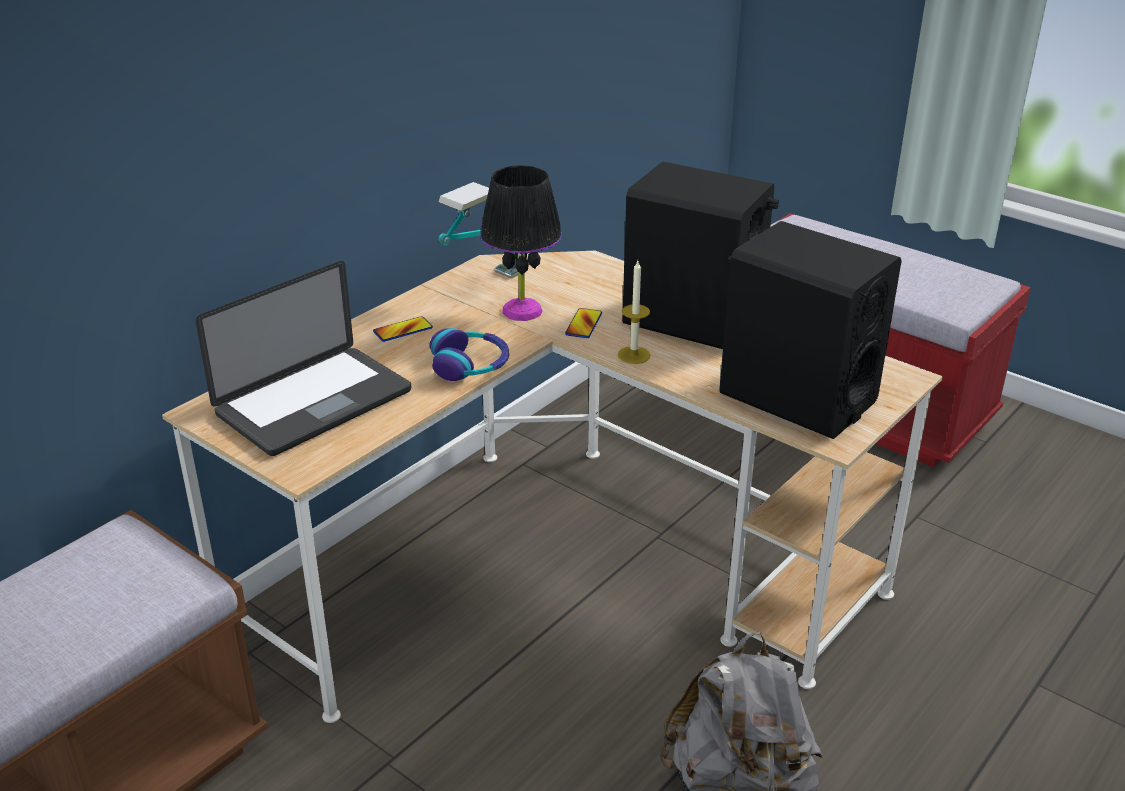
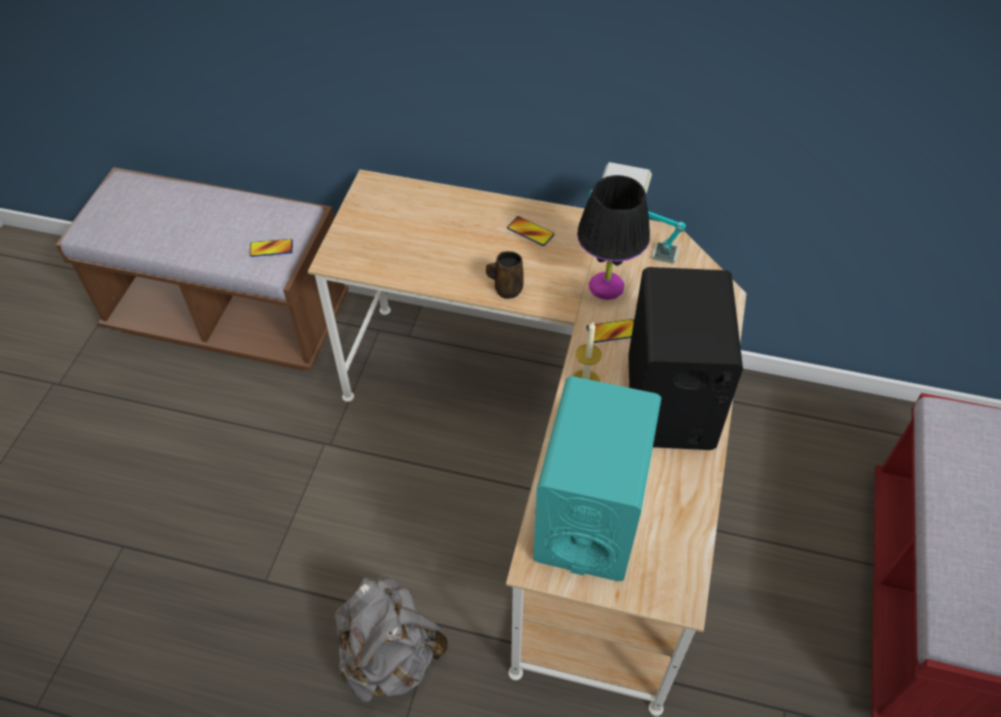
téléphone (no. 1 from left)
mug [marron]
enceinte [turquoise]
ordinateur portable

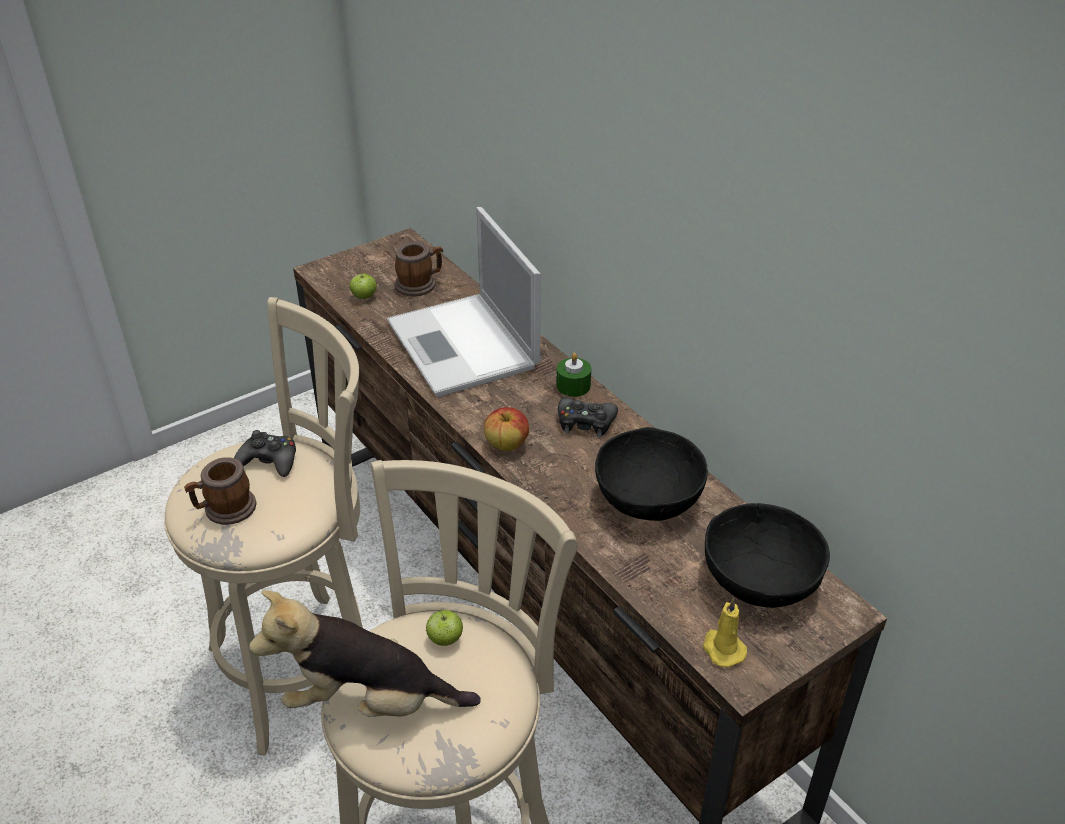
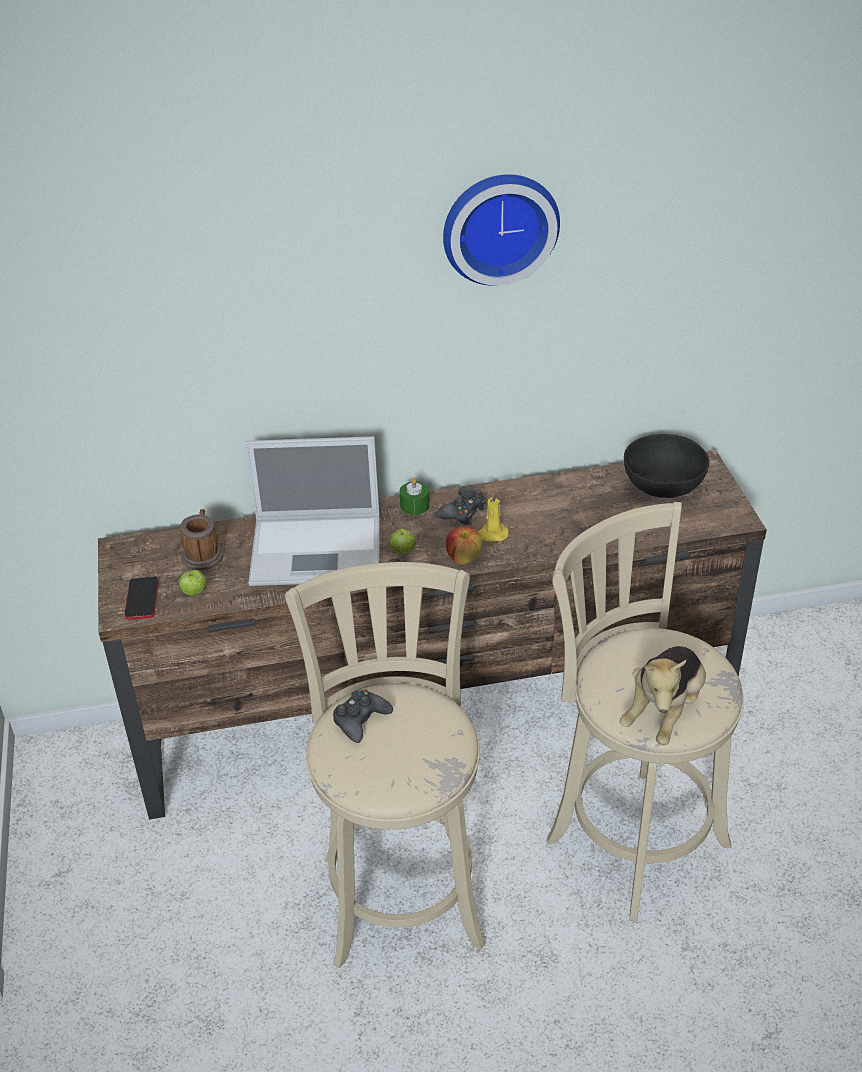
téléphone
pomme (no. 2 from left)
horloge murale
bougie [jaune]
mug (no. 1 from left in the first image)
bol [noir] (no. 1 from left in the first image)

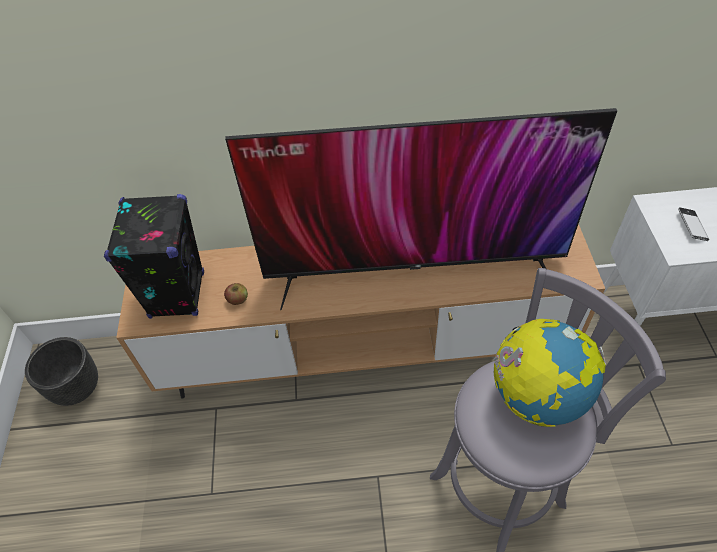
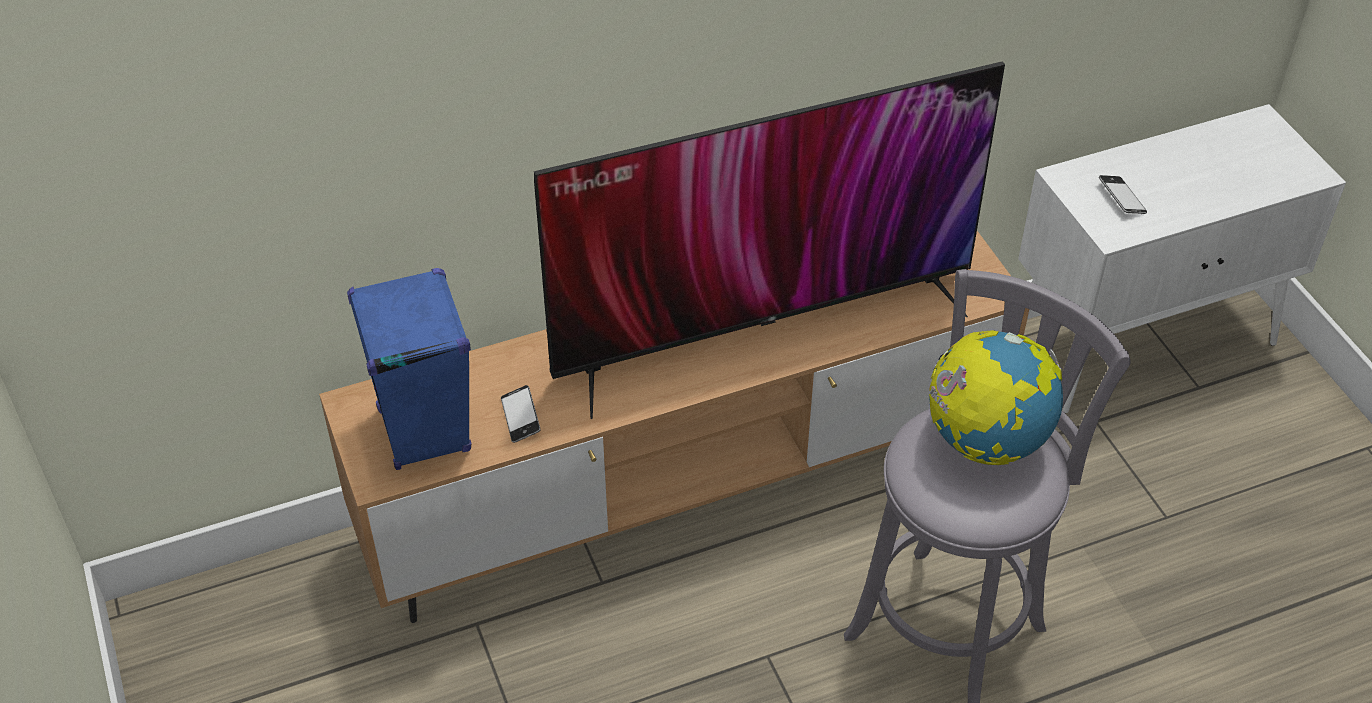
enceinte [bleu]
téléphone (no. 1 from left)
cache-pot [noir]

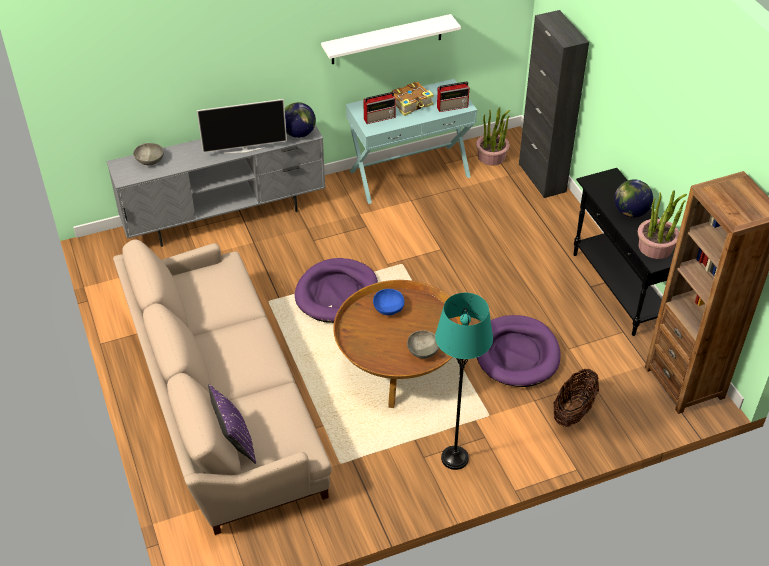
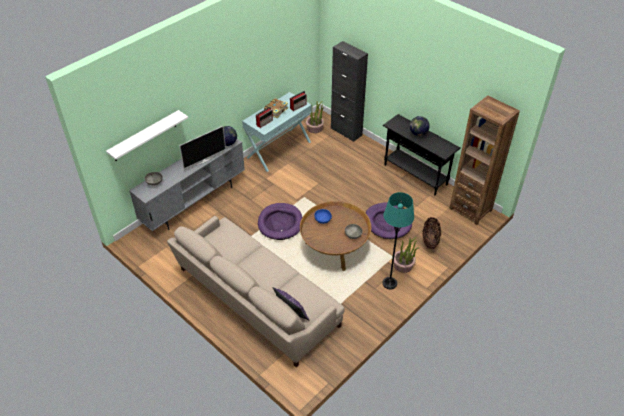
étagère [blanc]
plante en pot (no. 2 from left)

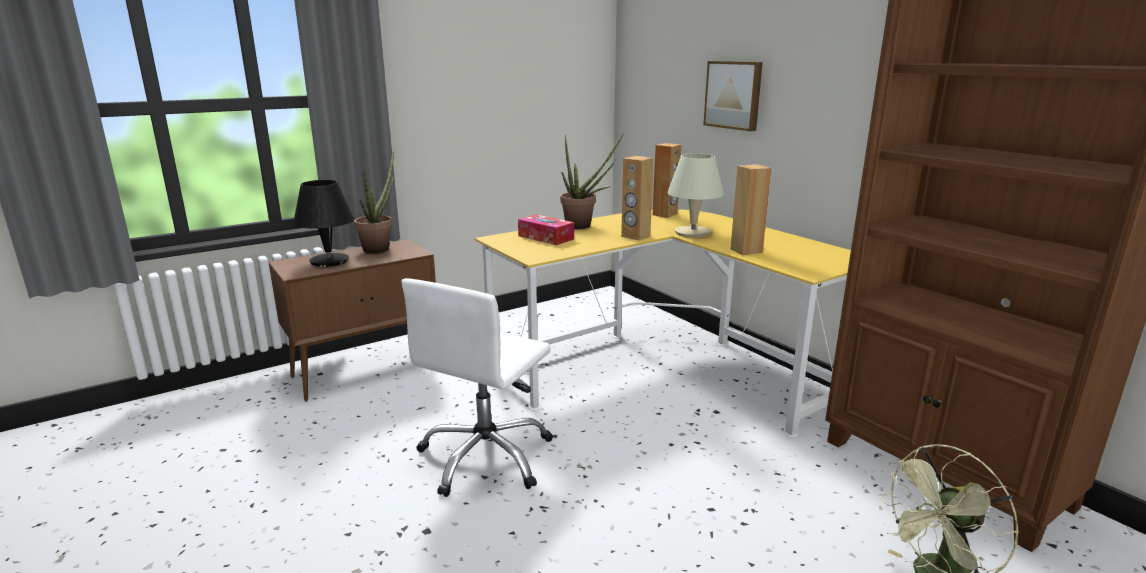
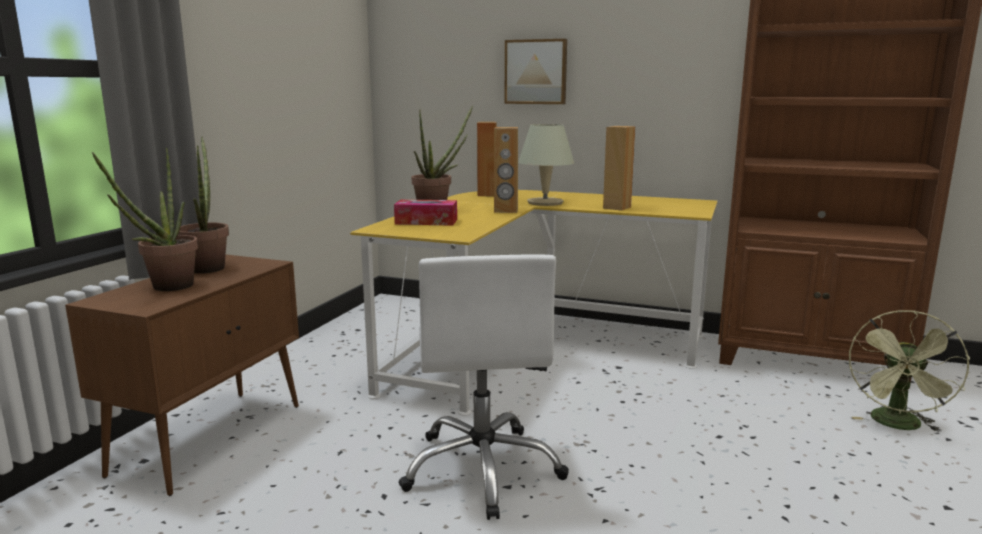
plante en pot (no. 1 from left)

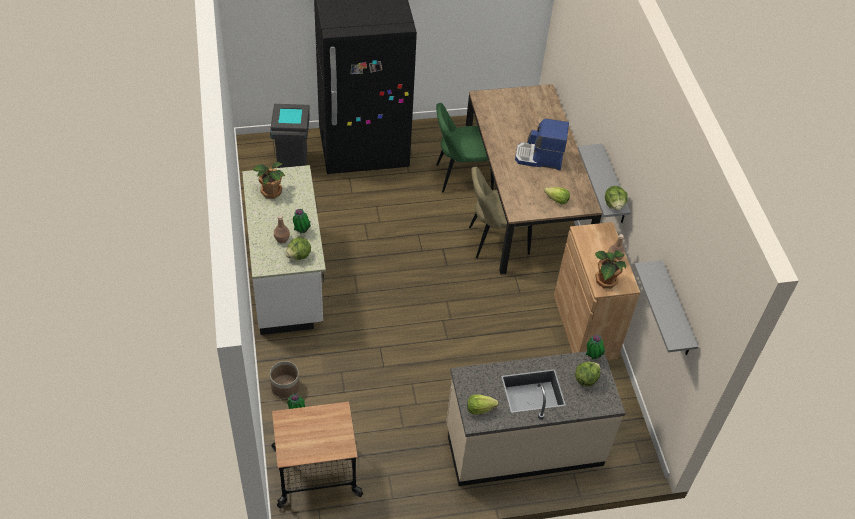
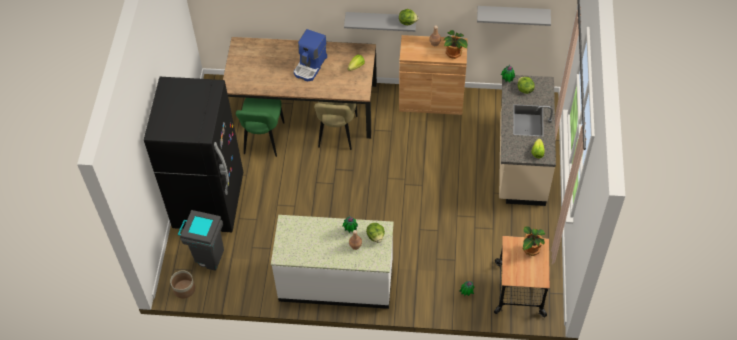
cache-pot
plante en pot (no. 5 from left)

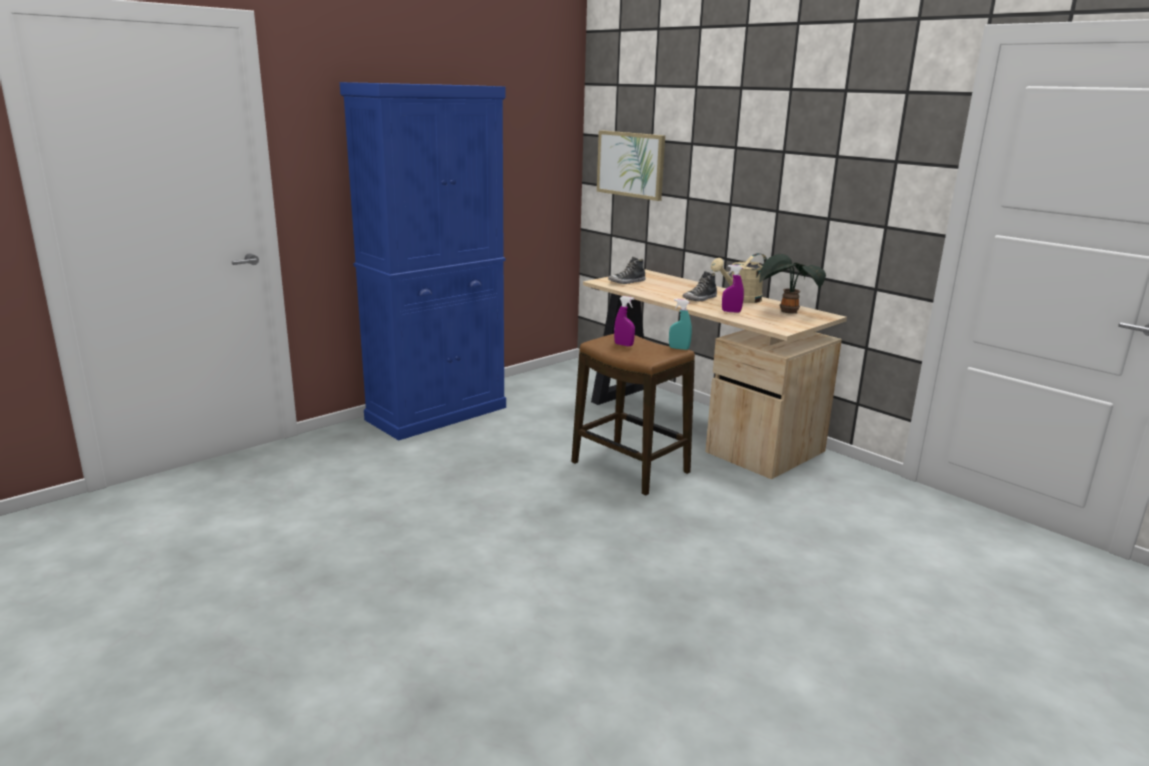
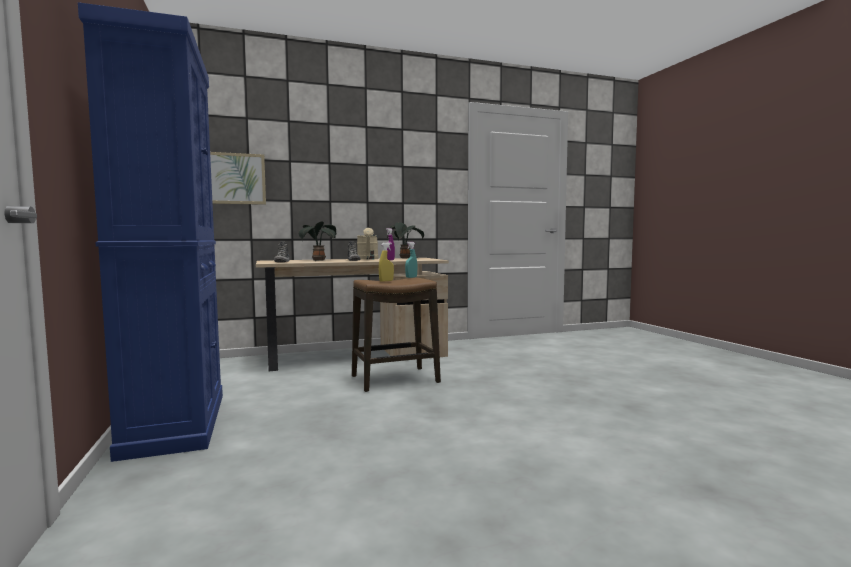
plante en pot (no. 1 from left)
vaporisateur [jaune]

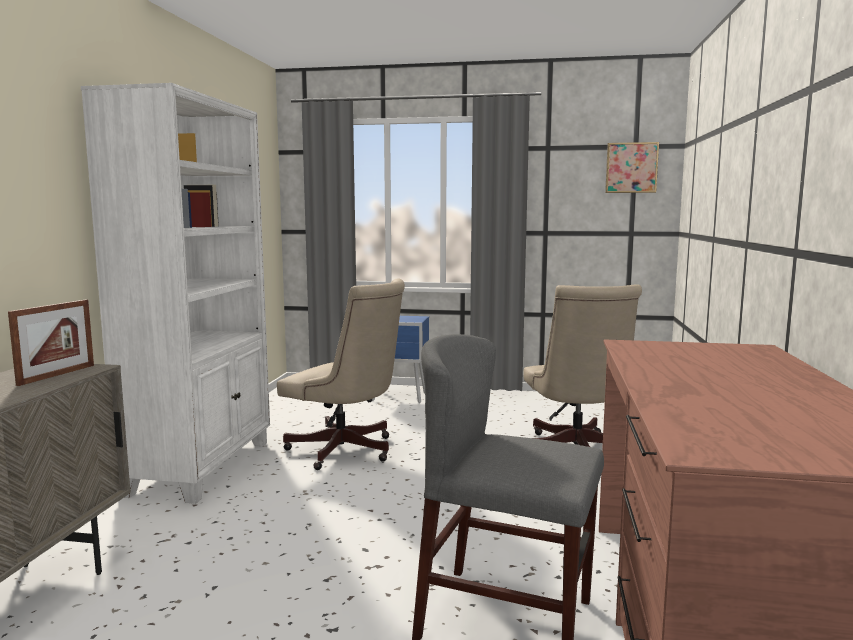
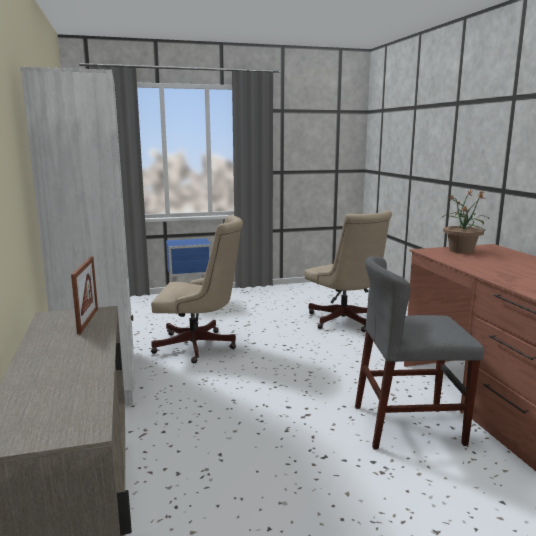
plante en pot
tableau

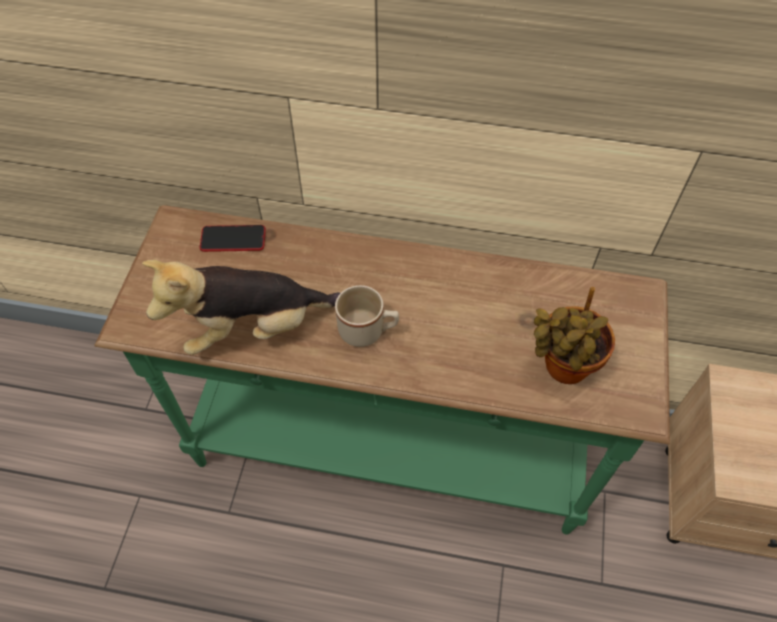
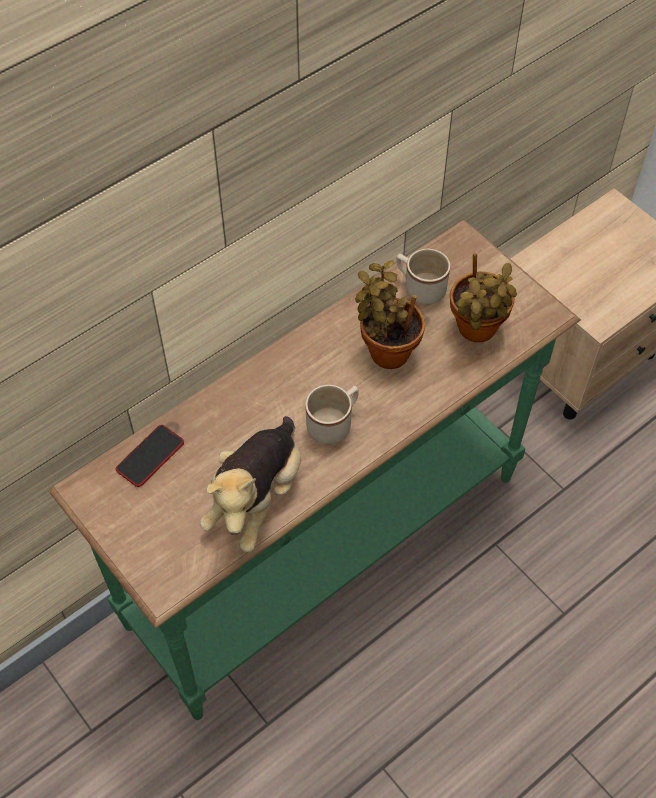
plante en pot (no. 1 from left)
mug [beige] (no. 2 from left)

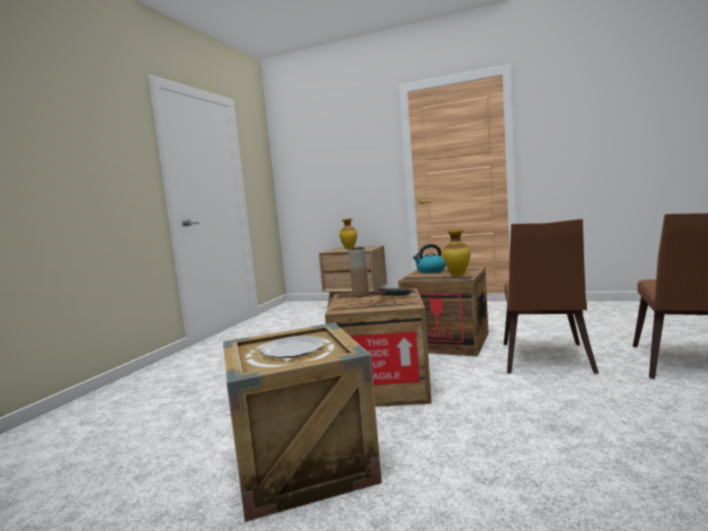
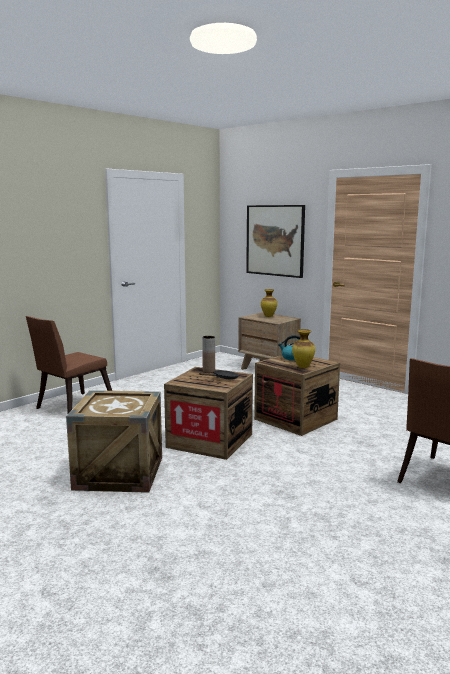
chaise [marron] (no. 1 from left)
tableau
assiette

